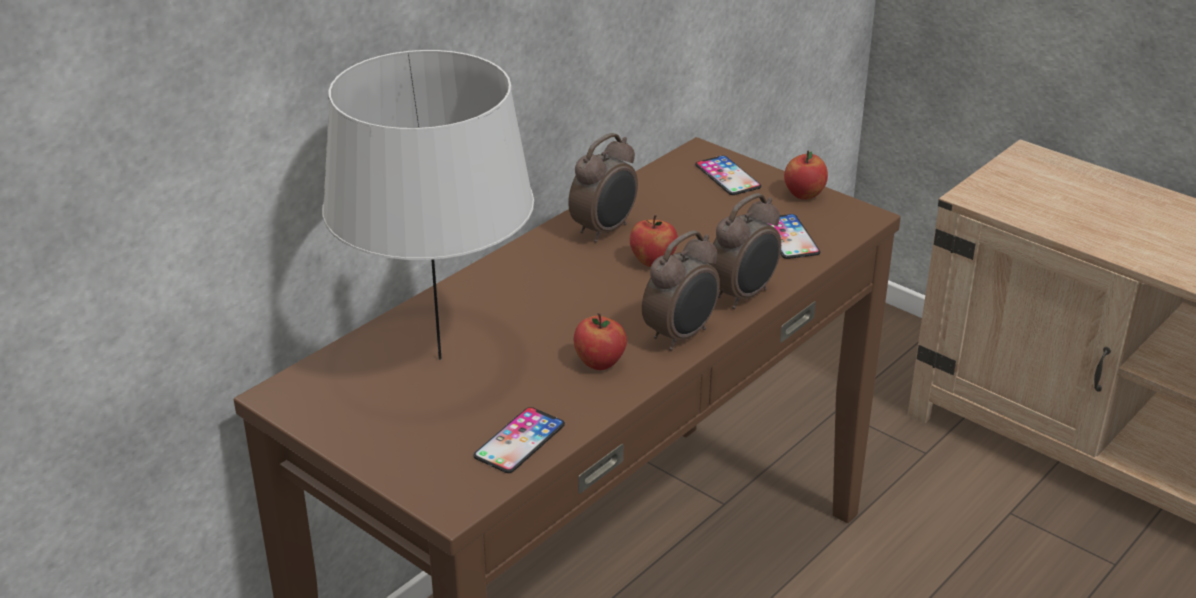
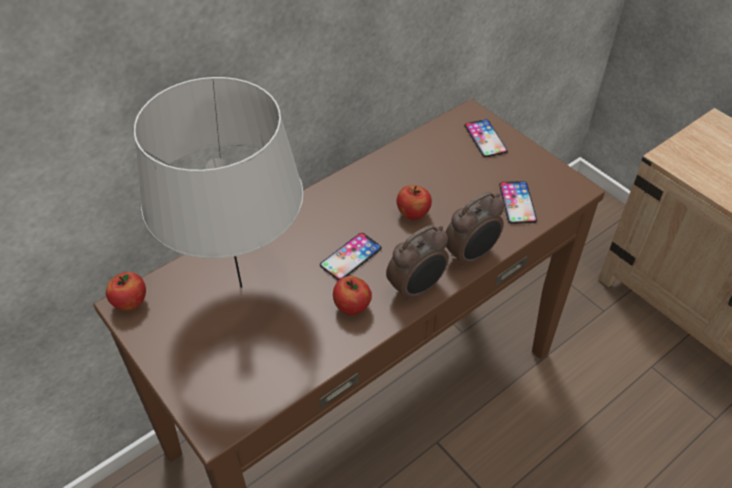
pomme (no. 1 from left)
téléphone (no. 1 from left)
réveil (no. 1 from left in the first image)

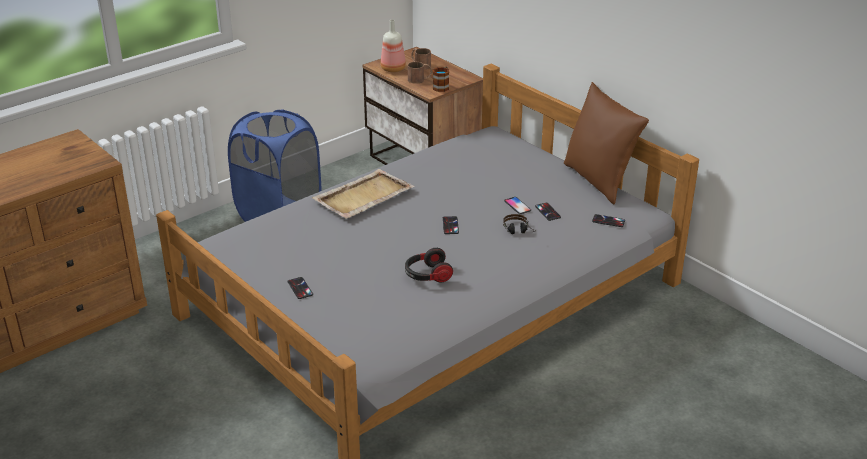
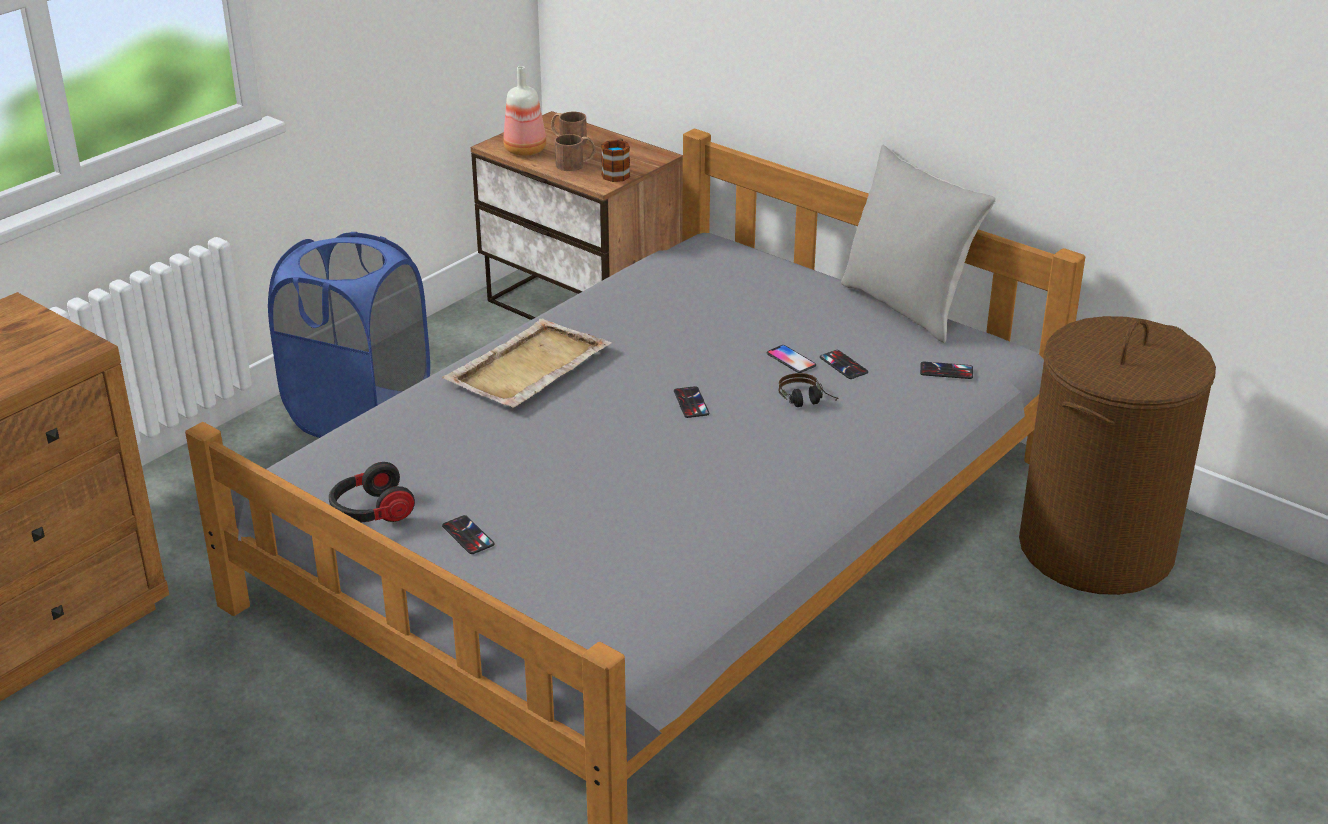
casque audio (no. 1 from left)
coussin [gris]
panier à linge [marron]

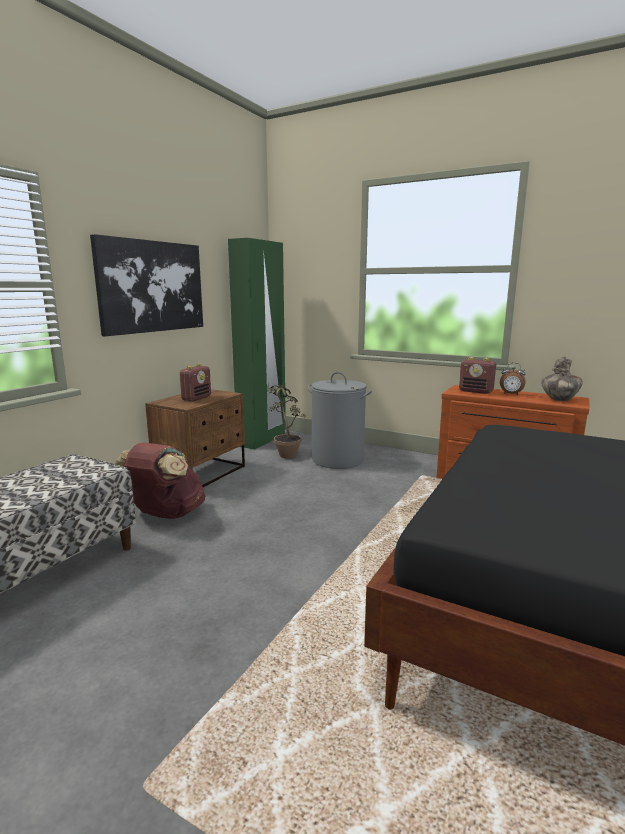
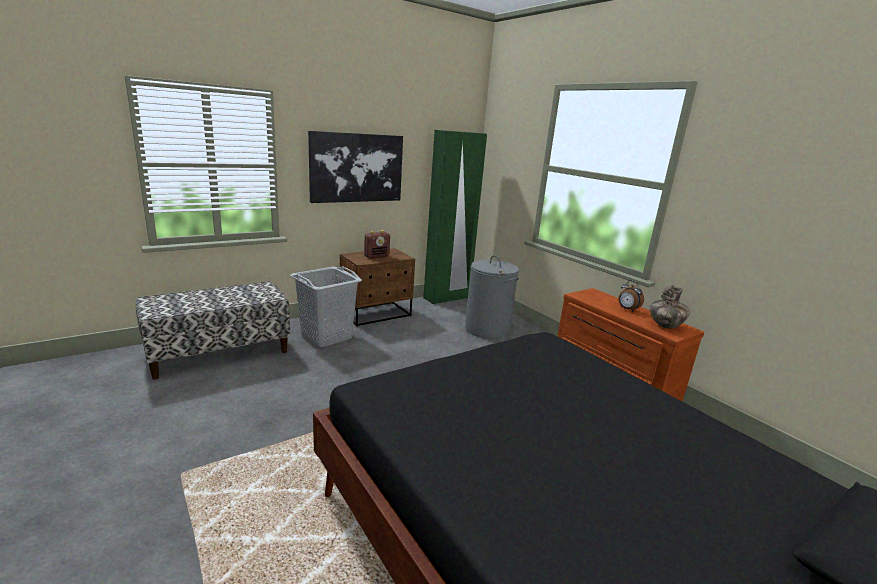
panier à linge [gris] (no. 1 from left)
plante en pot
radio (no. 2 from left in the first image)

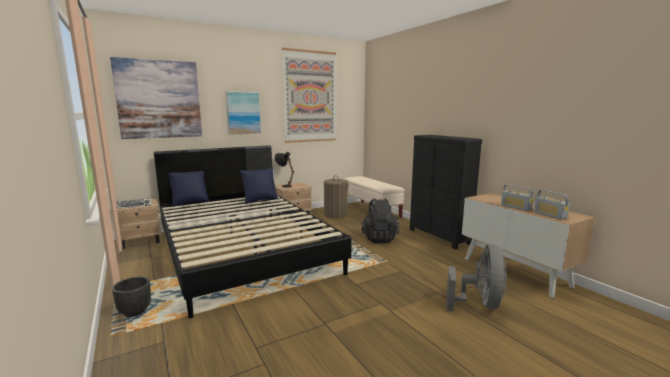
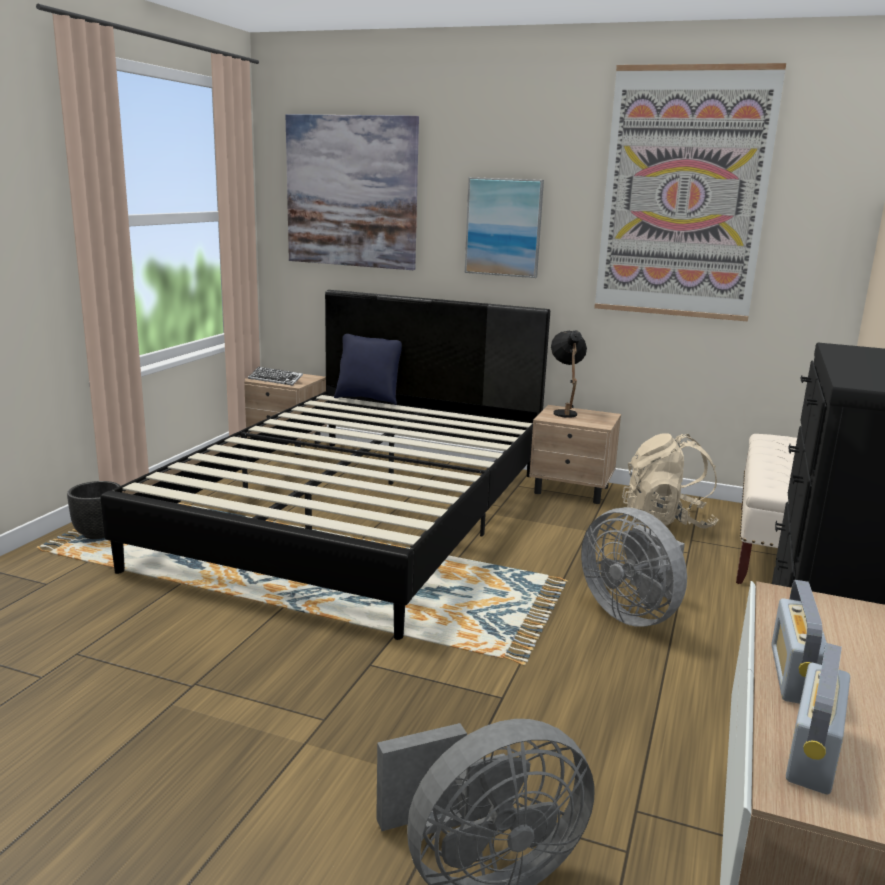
ventilateur [gris] (no. 2 from left)
sac à dos [beige]
coussin [bleu] (no. 2 from left in the first image)

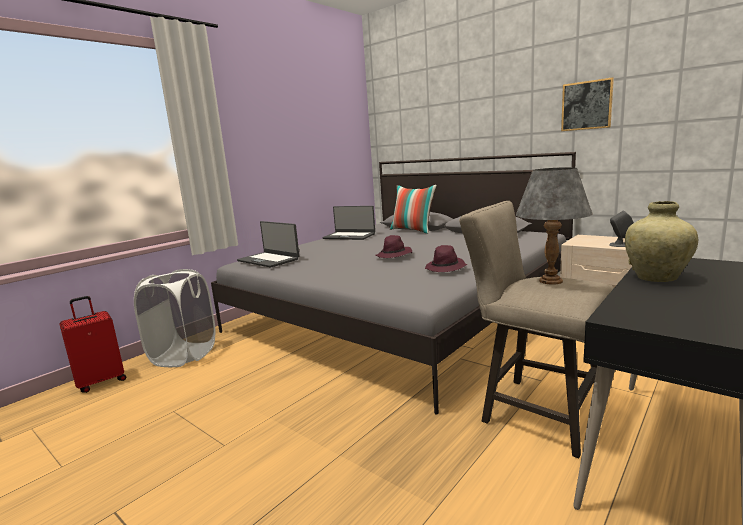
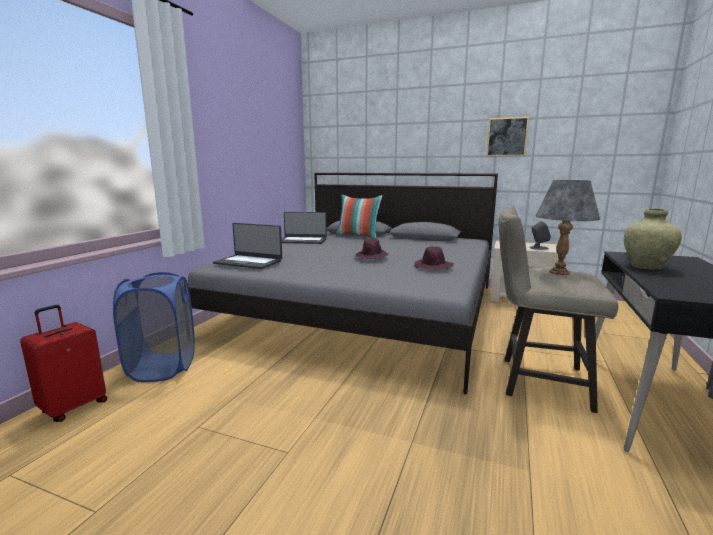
panier à linge [bleu]

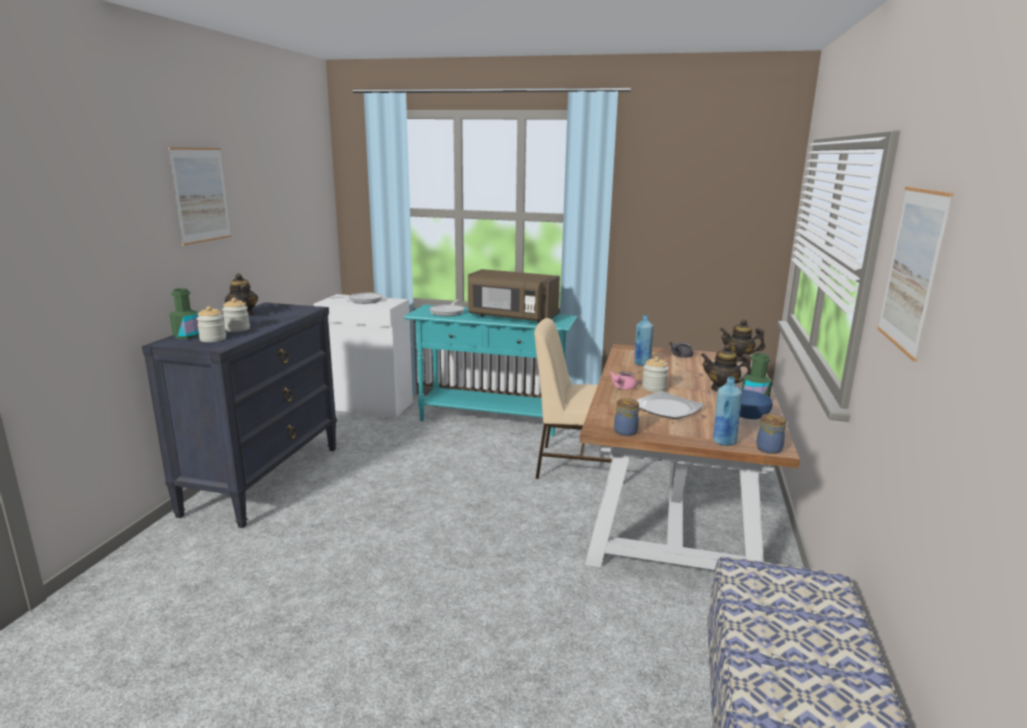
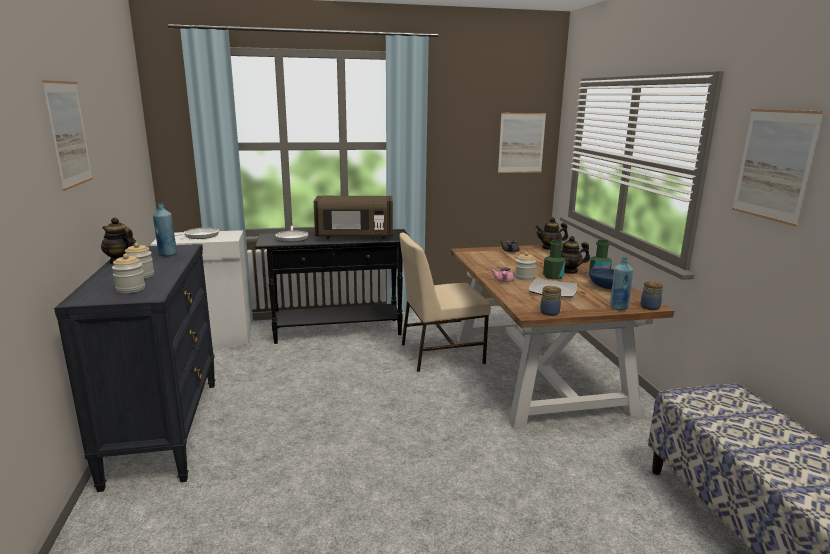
bouteille [bleu] (no. 1 from left)
table console [noir]
tableau (no. 2 from left)
bouteille [vert] (no. 1 from left)

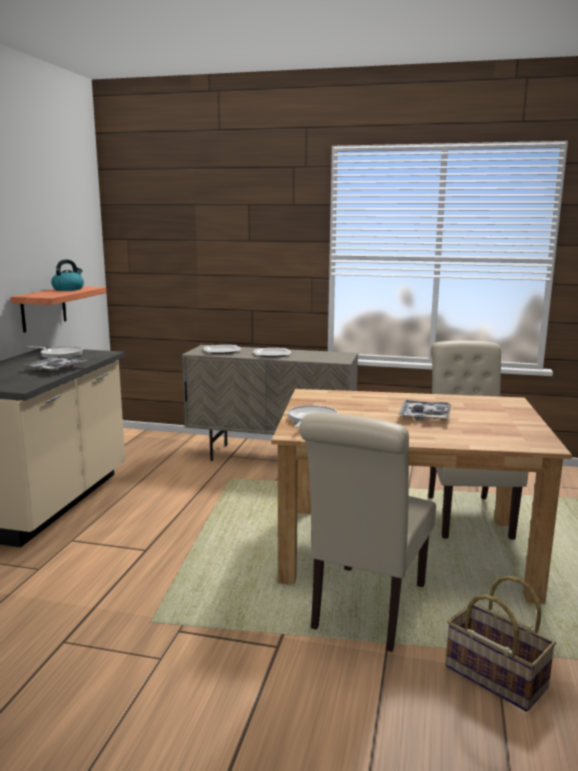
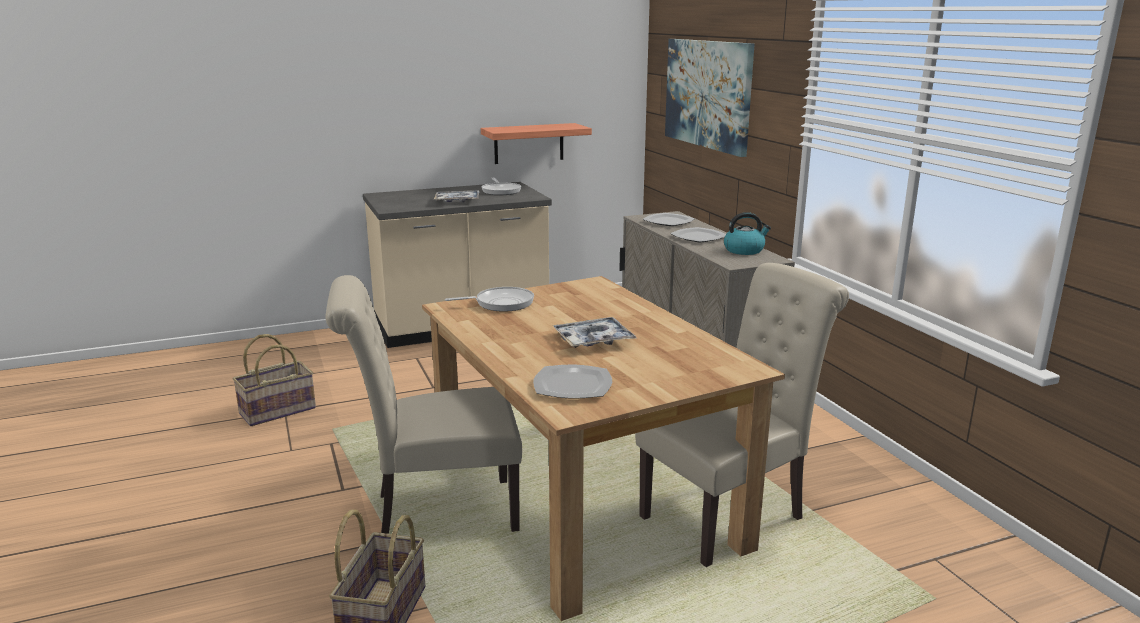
panier (no. 1 from left)
assiette (no. 1 from left)
tableau
bouilloire

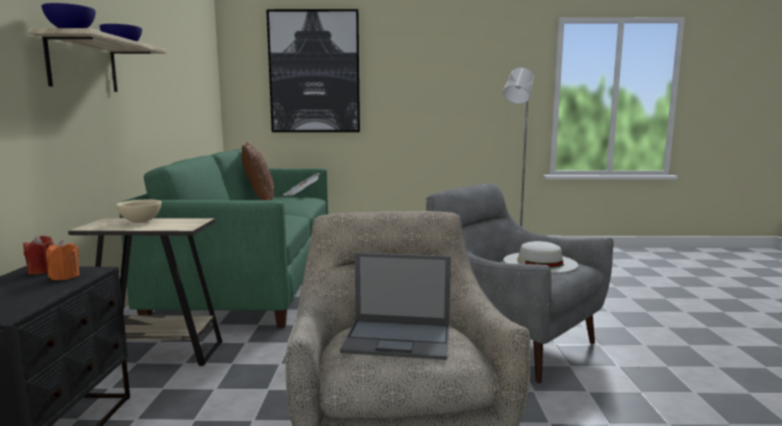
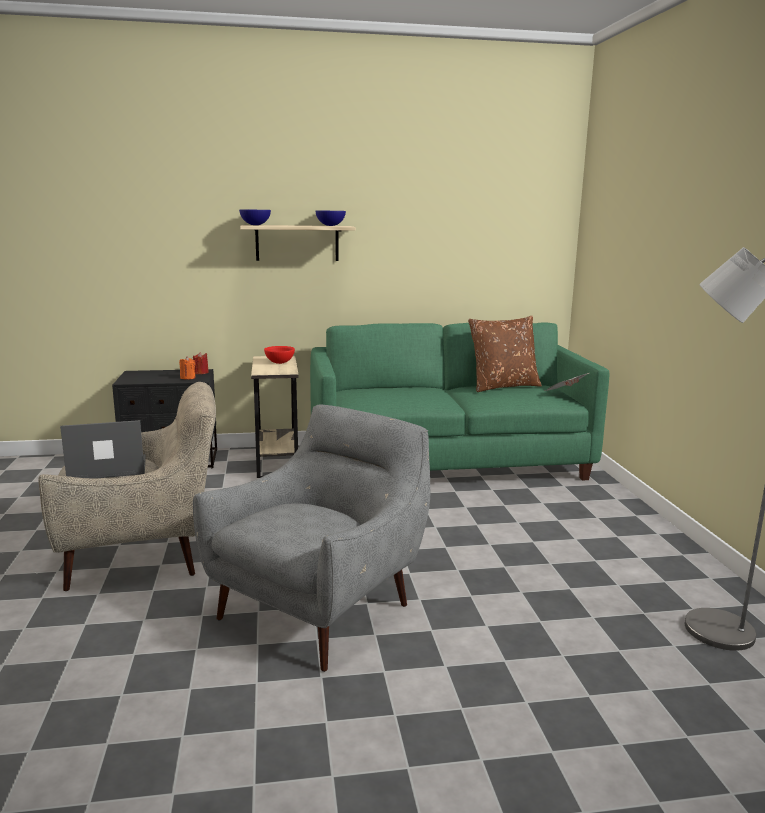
ordinateur portable
bol [rouge]
tableau
chapeau [blanc]

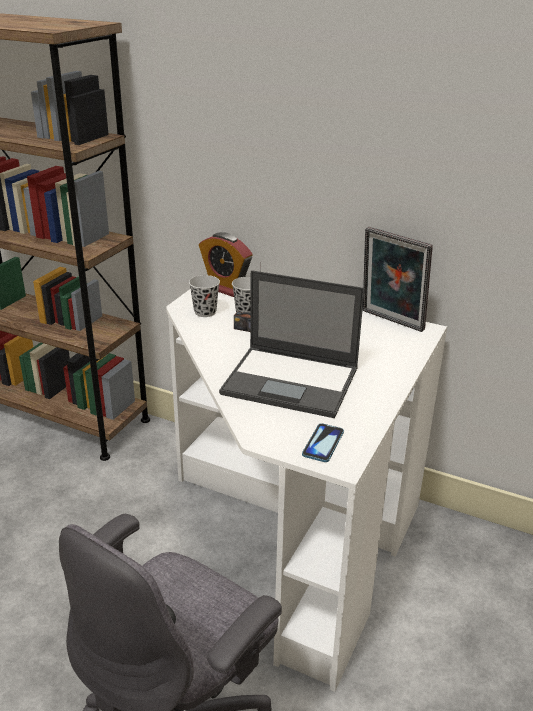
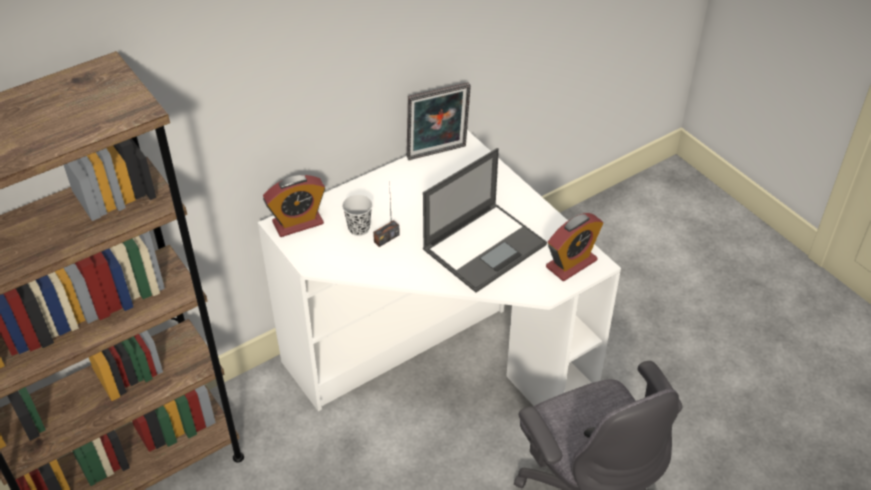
réveil (no. 2 from left)
tasse [noir] (no. 1 from left in the first image)

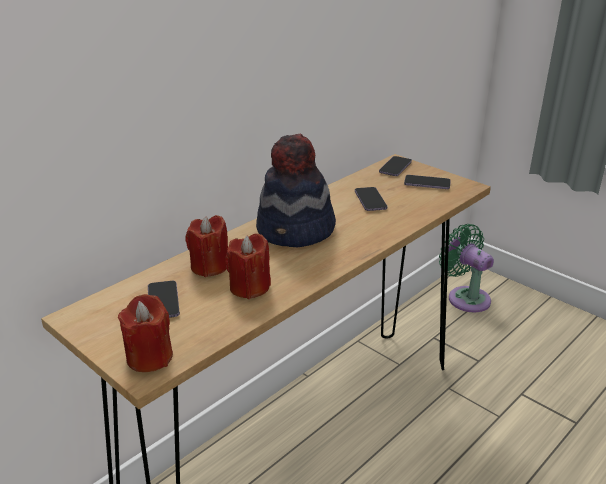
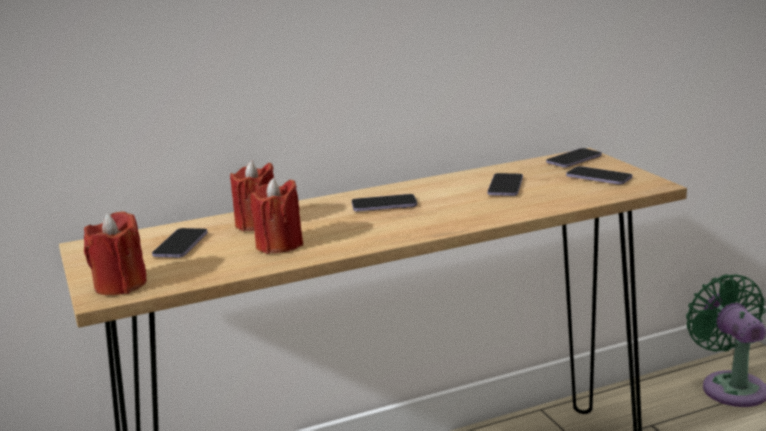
téléphone (no. 2 from left)

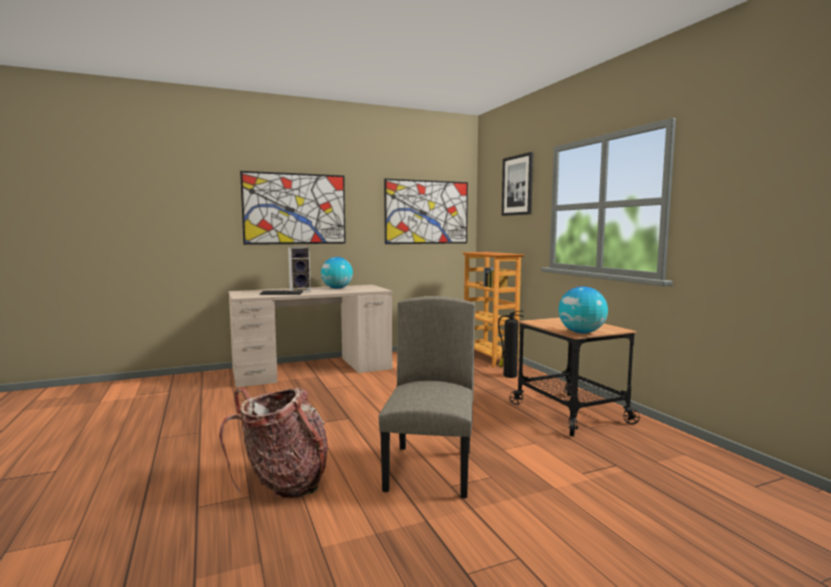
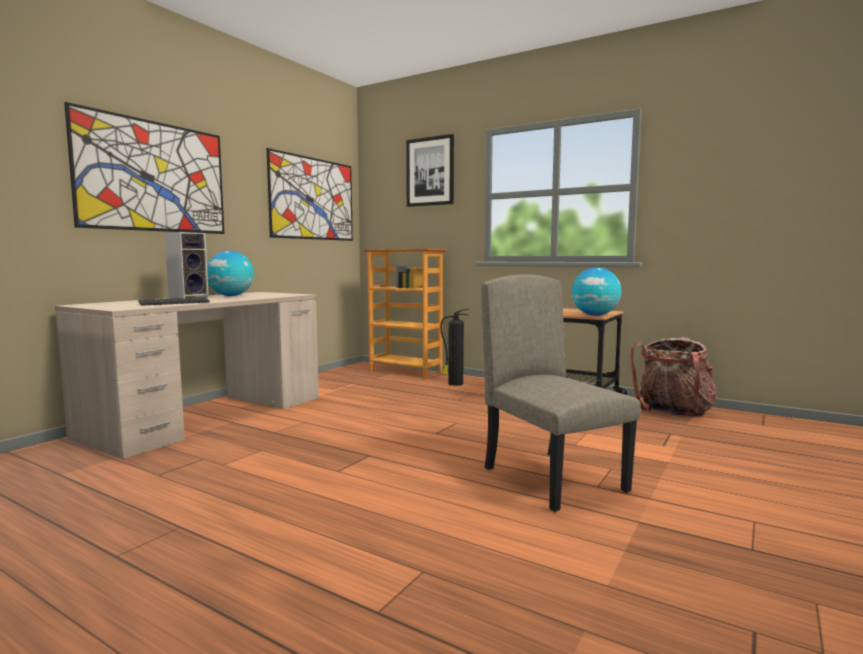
sac à dos

